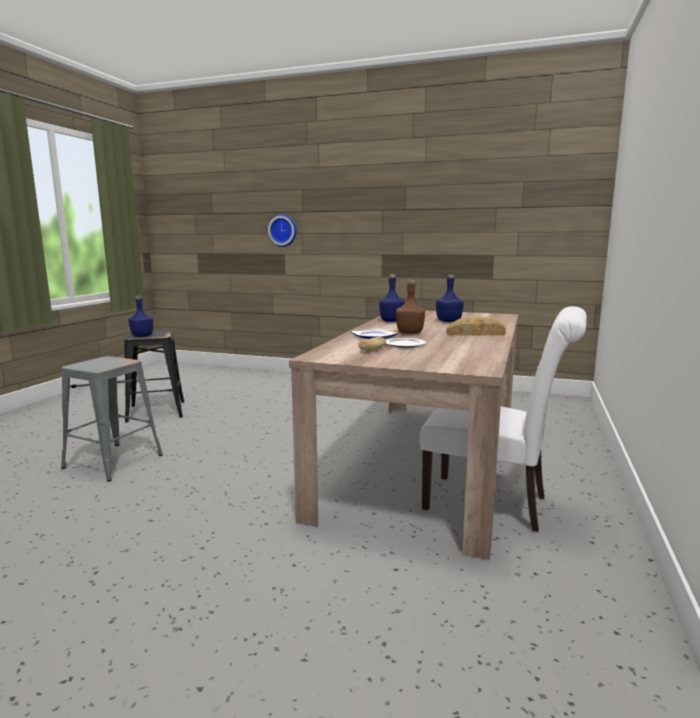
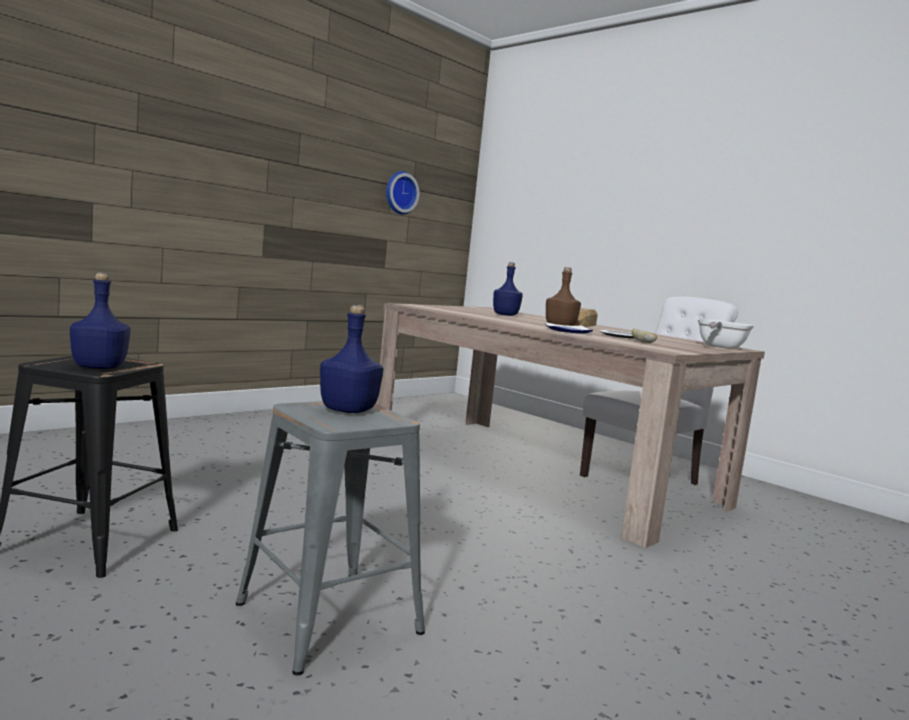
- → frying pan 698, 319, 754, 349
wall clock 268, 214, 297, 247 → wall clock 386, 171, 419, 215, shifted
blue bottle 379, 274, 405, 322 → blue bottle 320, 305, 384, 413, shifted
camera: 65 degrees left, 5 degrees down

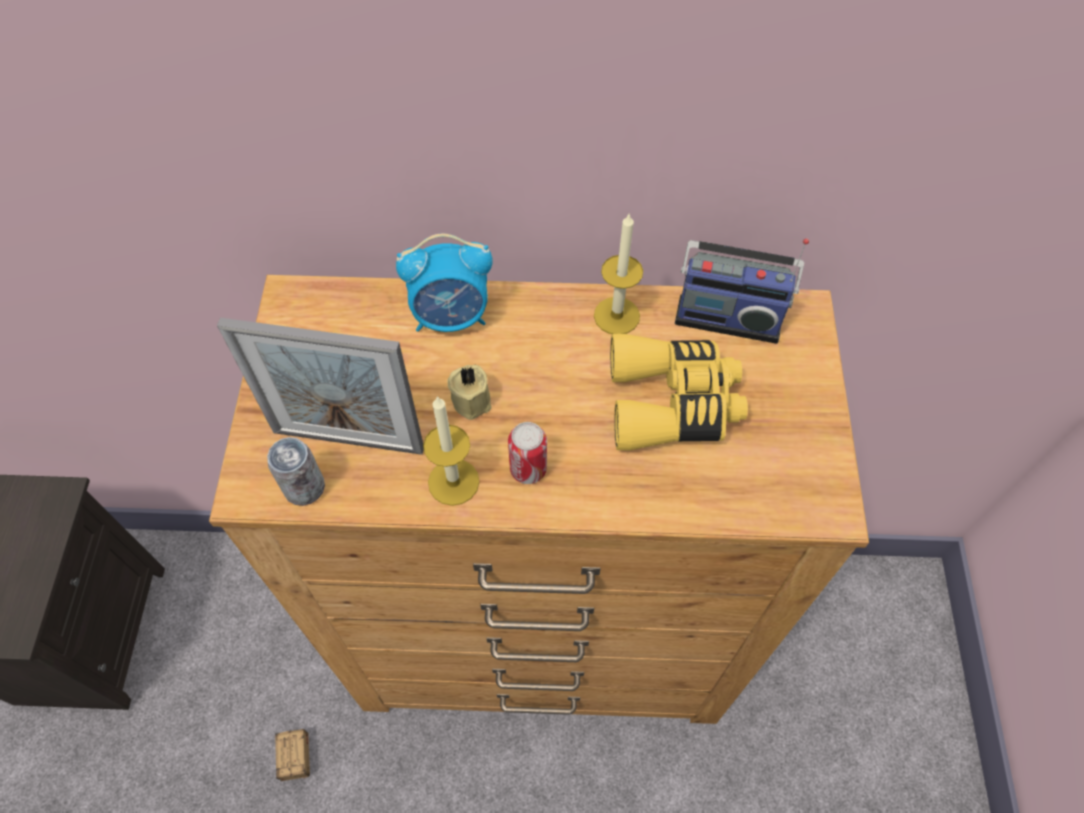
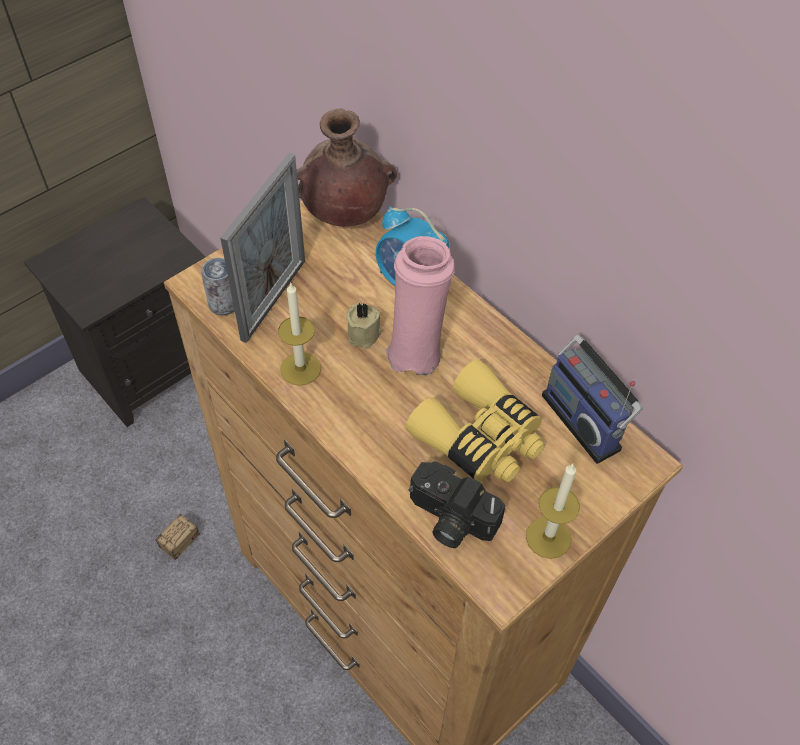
can 508, 422, 547, 484 → -
- → brown vase 297, 108, 397, 227
- → pink vase 385, 236, 455, 375
- → photo camera 408, 462, 506, 548
candle 594, 214, 643, 334 → candle 526, 464, 580, 559, shifted
picture frame 217, 318, 424, 455 → picture frame 220, 153, 305, 343, 120 degrees counterclockwise
camera: 45 degrees right, 5 degrees down

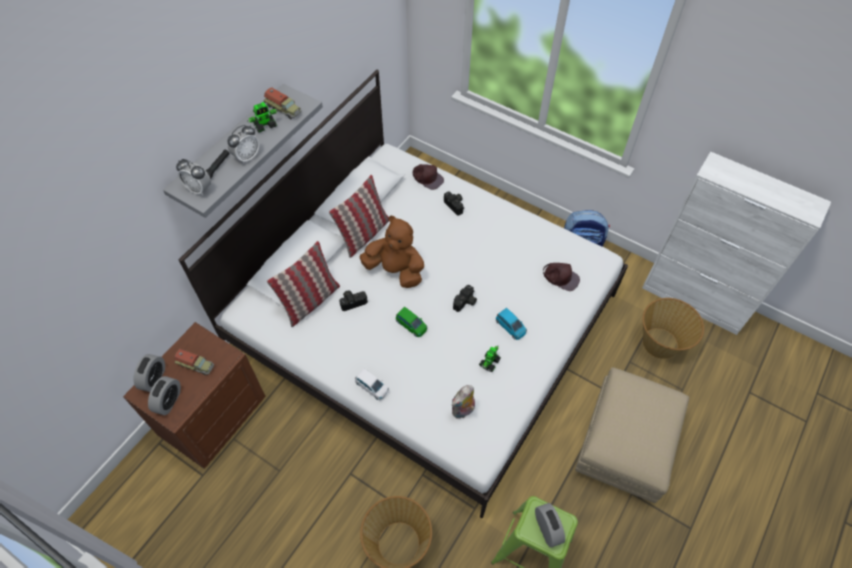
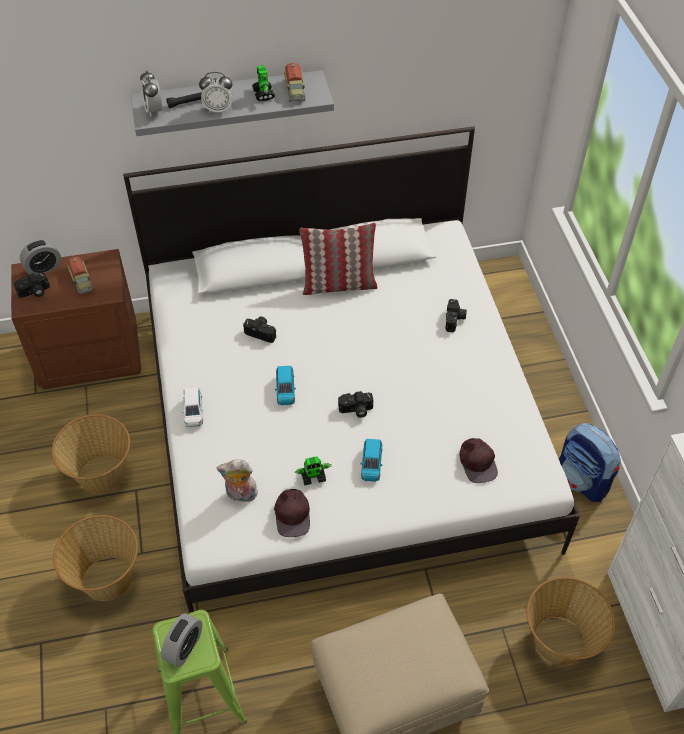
pillow 267, 241, 340, 327 → -
brown plush toy 359, 216, 424, 288 → -
- → basket 51, 414, 130, 494
brown cap 413, 164, 444, 190 → brown cap 274, 489, 310, 537, shifted
alarm clock 148, 376, 181, 415 → photo camera 14, 273, 50, 298
green toy car 396, 307, 427, 337 → blue toy car 275, 366, 296, 405
toy robot 247, 102, 278, 133 → toy robot 252, 66, 275, 101, 60 degrees clockwise
camera: 45 degrees right, 5 degrees down

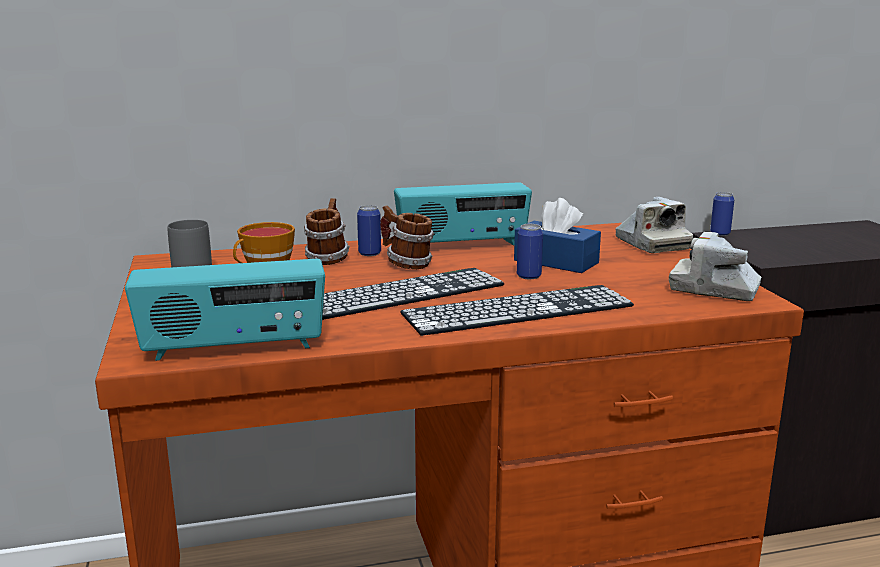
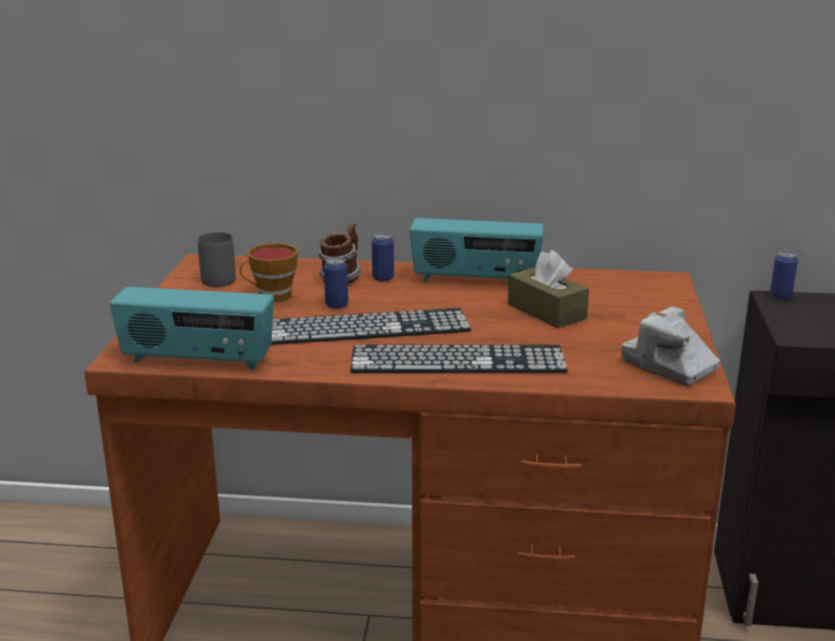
mug 380, 205, 434, 269 → -
photo camera 616, 197, 693, 253 → -
can 517, 224, 543, 279 → can 324, 257, 348, 309, shifted
blue tissue box 514, 198, 601, 273 → brown tissue box 508, 250, 589, 328
camera: 20 degrees right, 5 degrees up

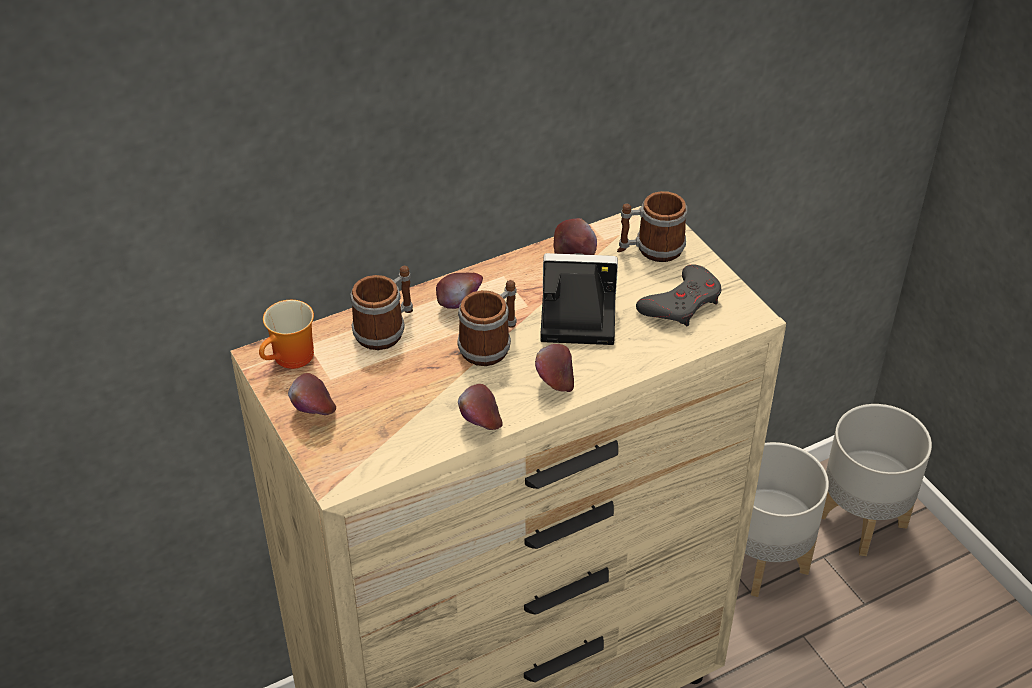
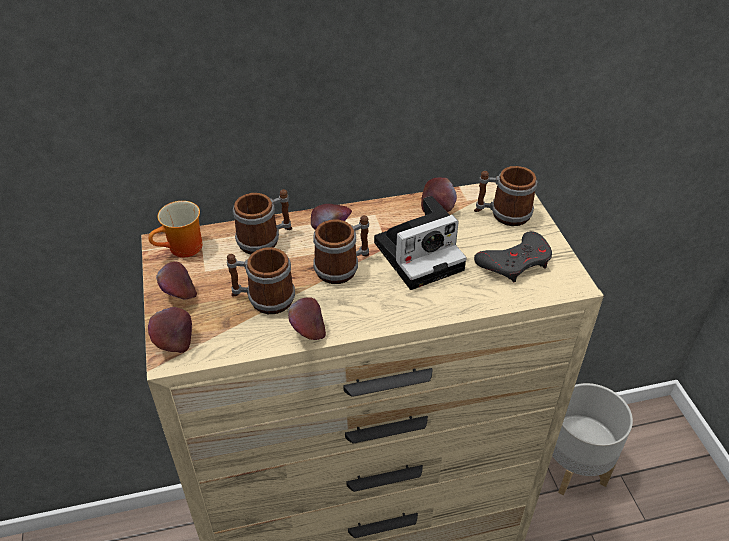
grey planter 821, 404, 932, 556 → -
- → mug 227, 247, 295, 314
apple 535, 344, 574, 392 → apple 148, 307, 192, 353, shifted
photo camera 540, 253, 618, 345 → photo camera 374, 196, 467, 290, 135 degrees clockwise
camera: 15 degrees right, 0 degrees up

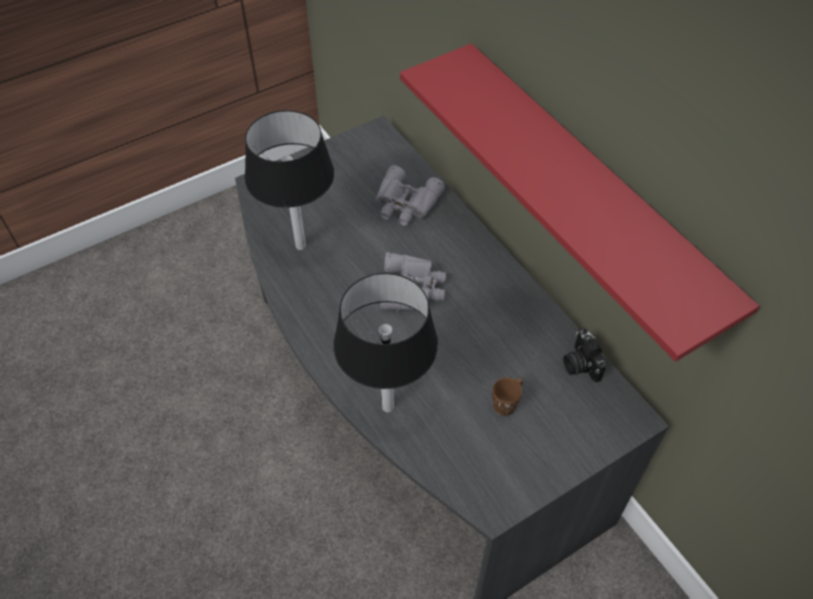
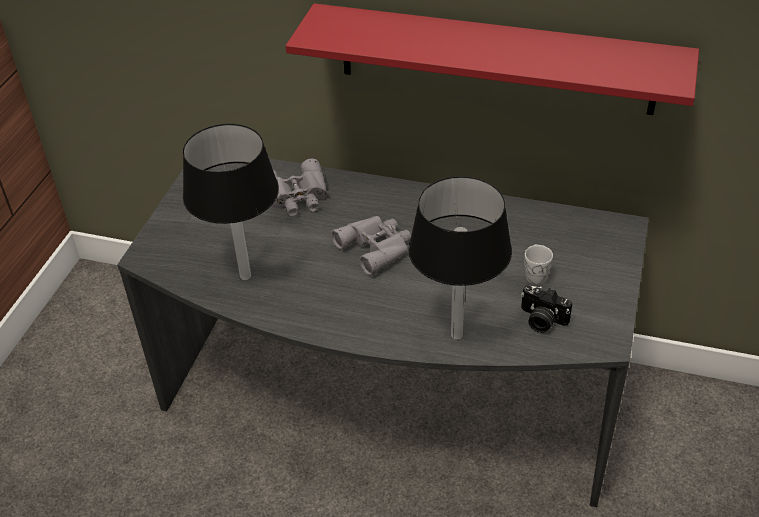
photo camera 563, 328, 607, 382 → photo camera 521, 285, 572, 333, shifted
brown mug 492, 377, 523, 416 → white mug 524, 245, 553, 285
camera: 40 degrees left, 10 degrees down

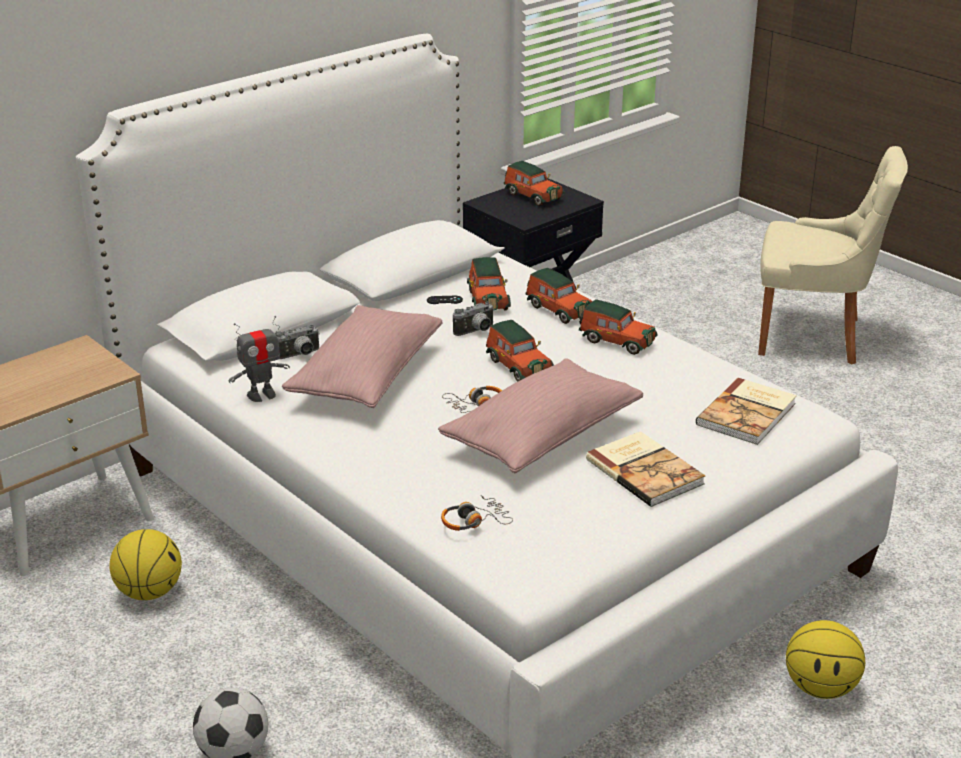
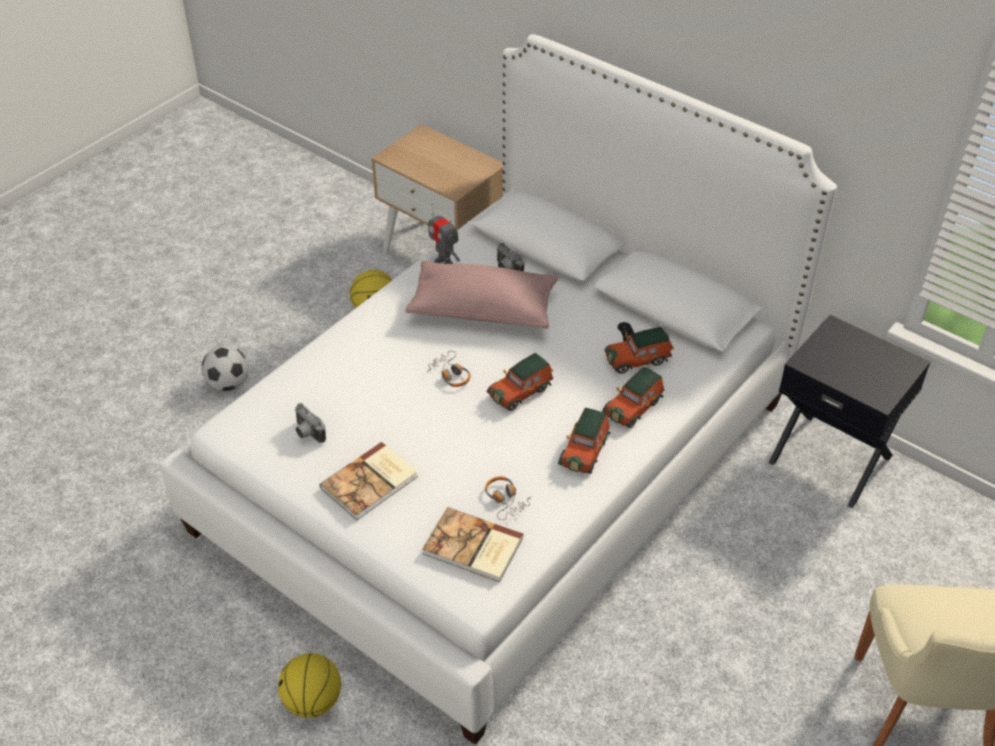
pink pillow 438, 358, 643, 473 → -
toy car 504, 161, 565, 206 → -
headphones 441, 495, 513, 531 → headphones 485, 476, 531, 520, shifted
photo camera 453, 302, 494, 336 → photo camera 295, 403, 326, 443, shifted
camera: 80 degrees right, 15 degrees up

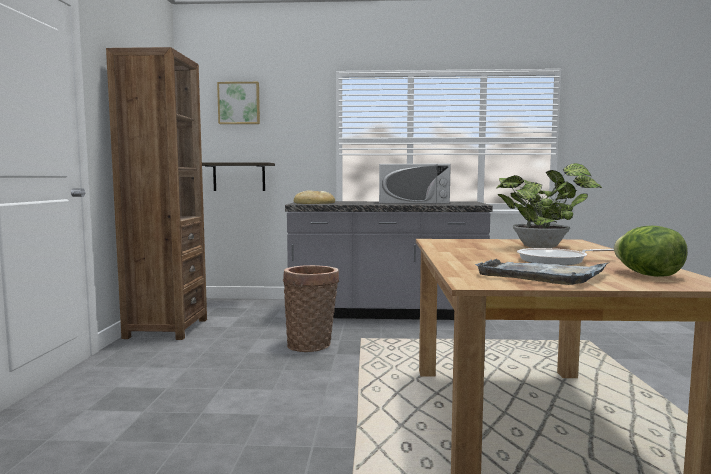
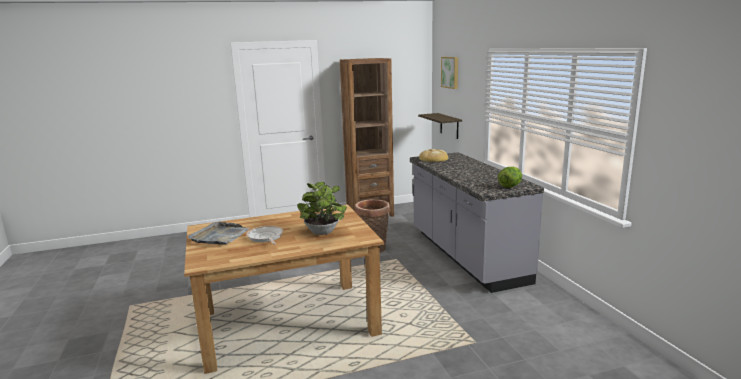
white microwave 379, 164, 451, 204 → -
lettuce 614, 226, 688, 277 → lettuce 498, 167, 522, 188, shifted
camera: 70 degrees right, 10 degrees up

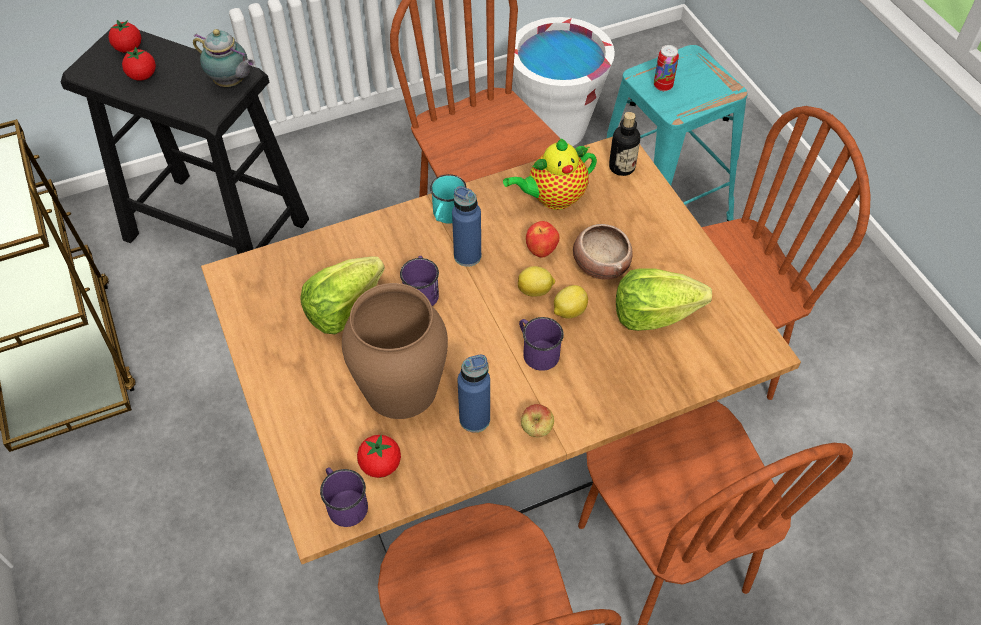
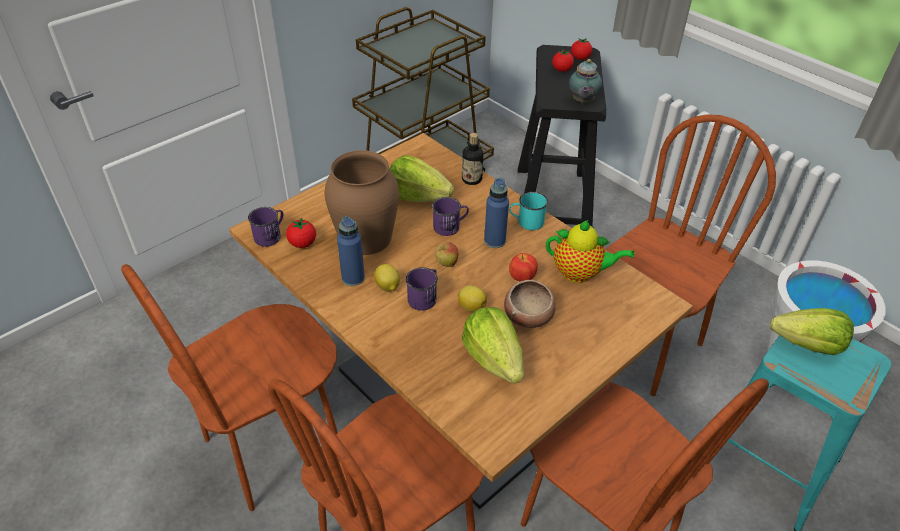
lemon 518, 266, 555, 297 → lemon 374, 264, 400, 292, shifted
apple 521, 404, 554, 438 → apple 435, 242, 458, 267, shifted
bottle 609, 112, 640, 176 → bottle 462, 133, 483, 185, shifted
can 654, 45, 679, 91 → lettuce 770, 308, 854, 355
teapot 503, 139, 597, 210 → teapot 546, 220, 634, 283, 150 degrees clockwise
camera: 70 degrees right, 10 degrees down

